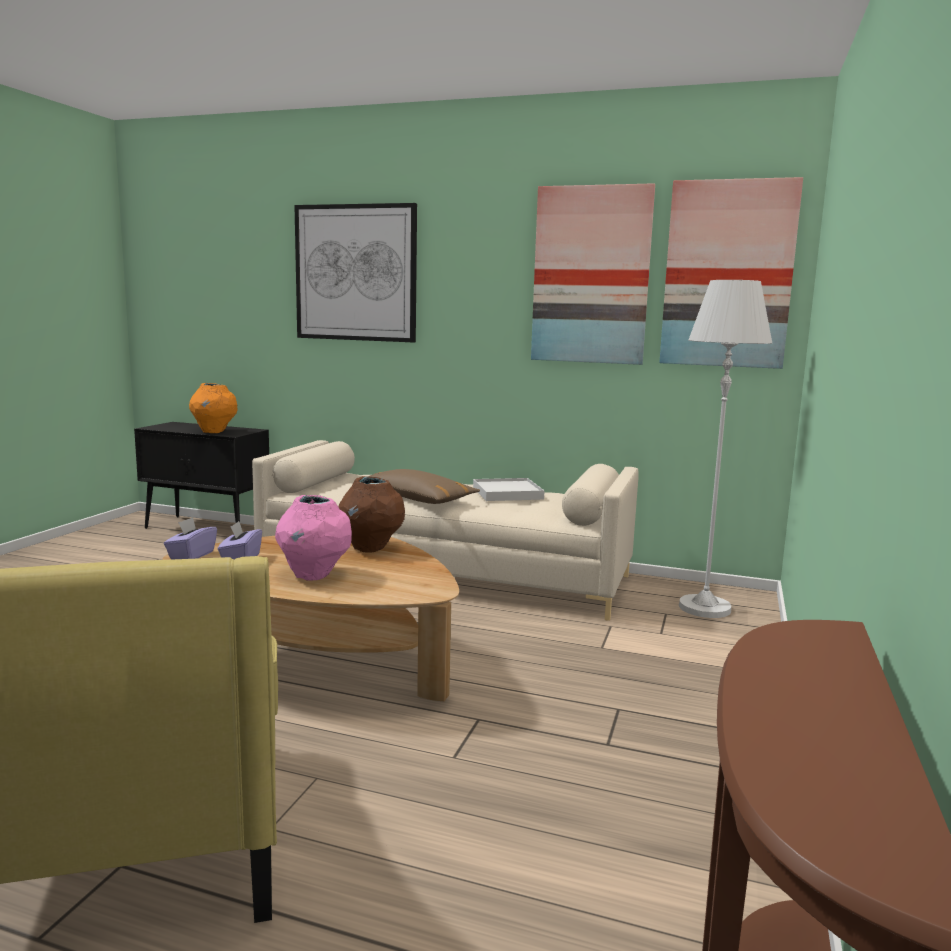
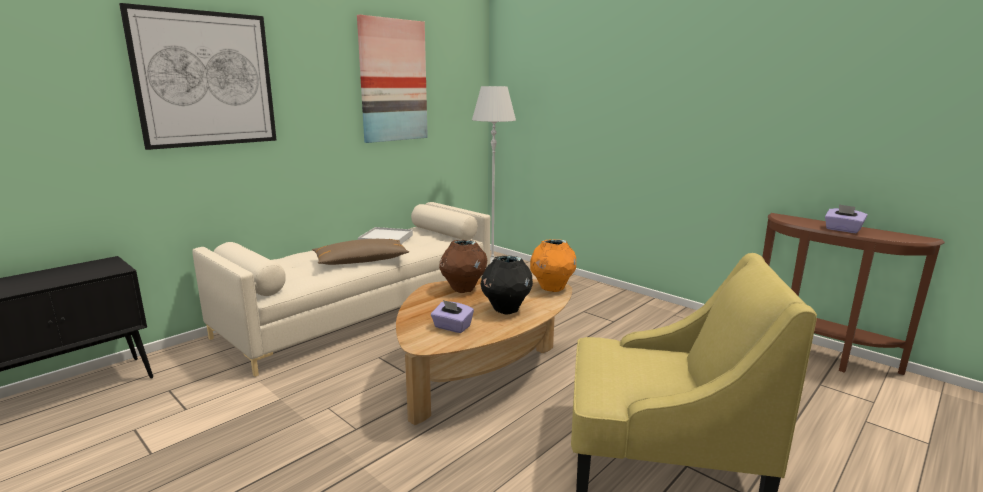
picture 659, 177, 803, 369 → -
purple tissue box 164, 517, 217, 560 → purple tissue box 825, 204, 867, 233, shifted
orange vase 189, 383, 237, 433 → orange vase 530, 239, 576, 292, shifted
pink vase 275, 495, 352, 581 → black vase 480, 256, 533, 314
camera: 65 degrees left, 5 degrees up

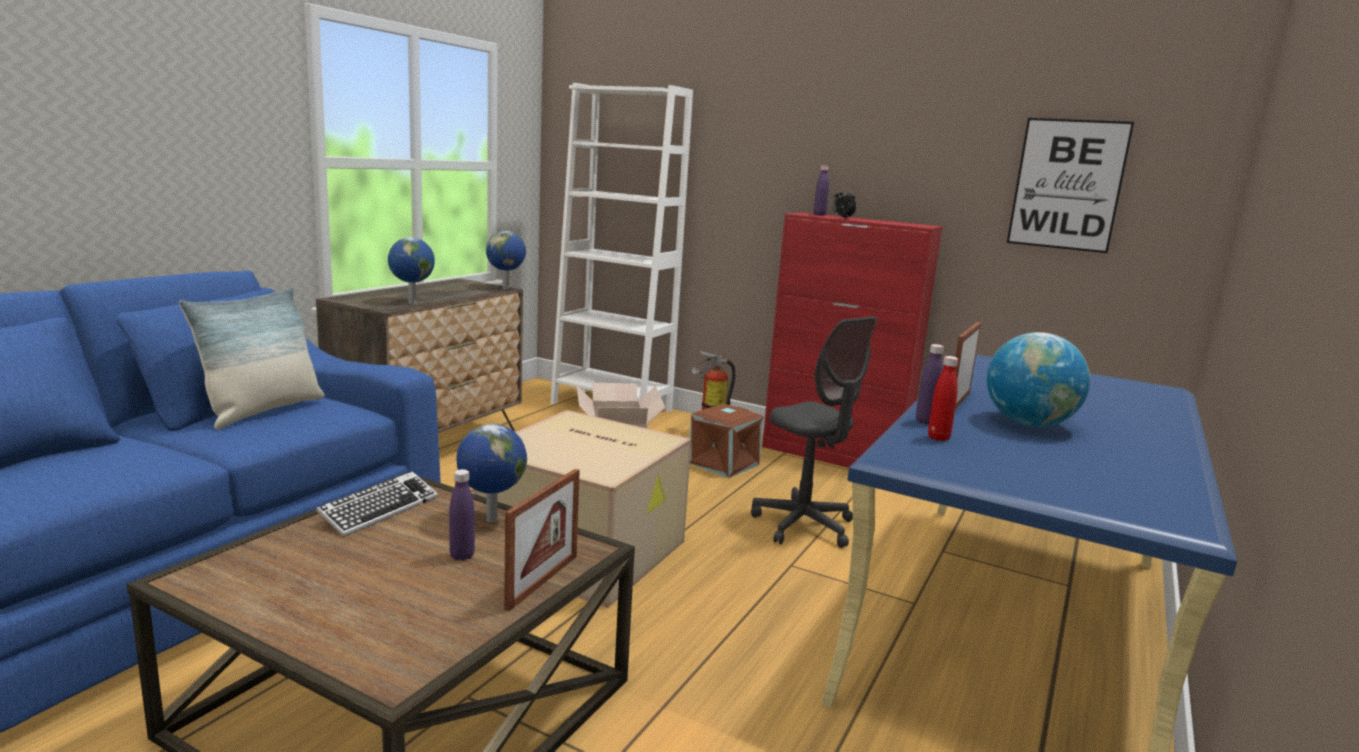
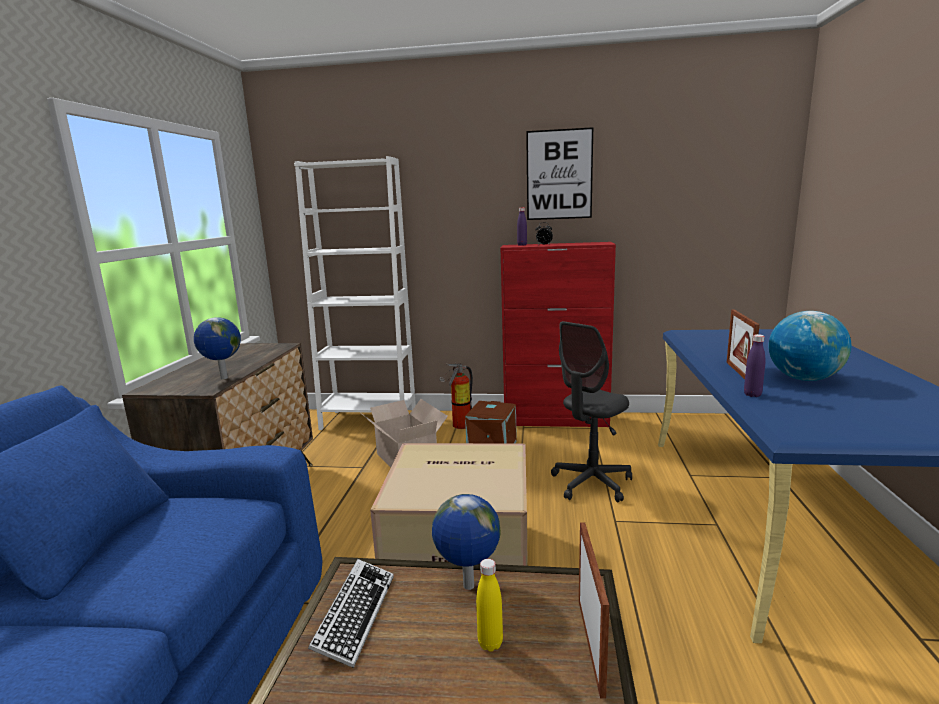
pillow 179, 287, 325, 430 → -
globe 486, 231, 526, 289 → -
red bottle 928, 356, 958, 441 → -
picture 1007, 118, 1134, 253 → picture 526, 127, 593, 220, shifted
purple bottle 449, 469, 475, 561 → yellow bottle 476, 559, 503, 652
grey office chair 751, 316, 877, 548 → grey office chair 551, 321, 632, 502, 105 degrees clockwise
camera: 20 degrees left, 0 degrees up

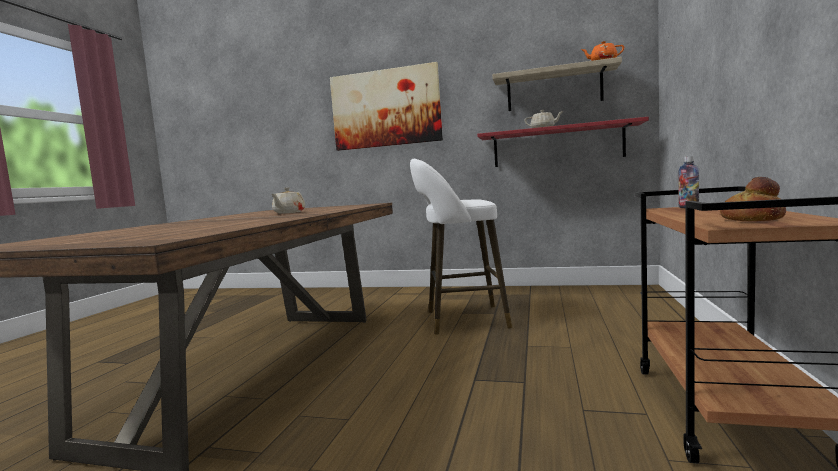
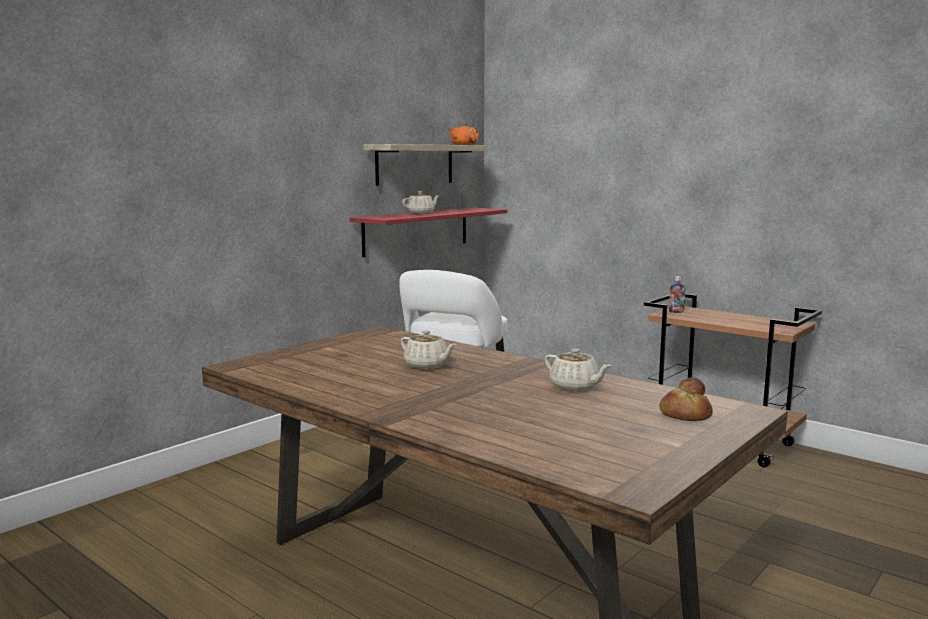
picture 330, 62, 443, 151 → -
- → beige teapot 545, 348, 611, 392
bread 720, 177, 786, 221 → bread 659, 377, 713, 421, shifted
camera: 65 degrees left, 5 degrees up

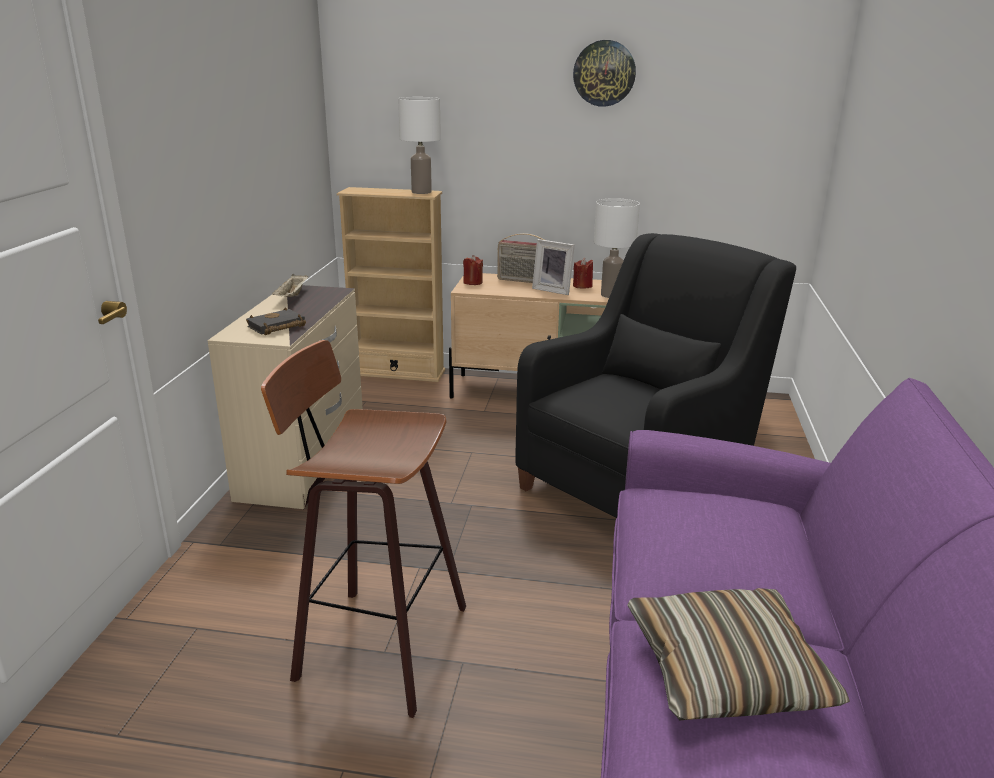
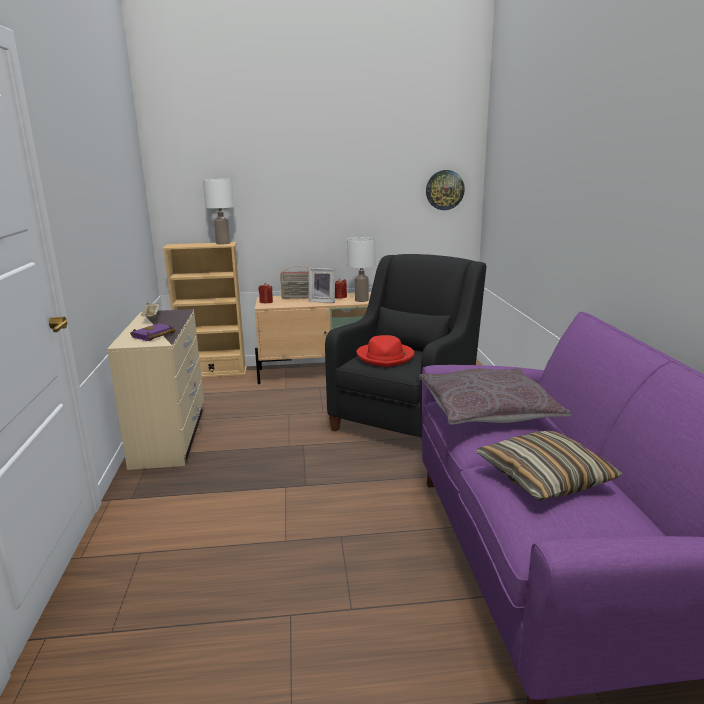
stool 261, 340, 466, 718 → -
- → red hat 356, 335, 415, 367
- → grey pillow 419, 368, 572, 424
wall clock 573, 40, 636, 107 → wall clock 426, 170, 465, 210, shifted
black book 246, 307, 306, 335 → purple book 130, 322, 176, 341
camera: 15 degrees left, 5 degrees down

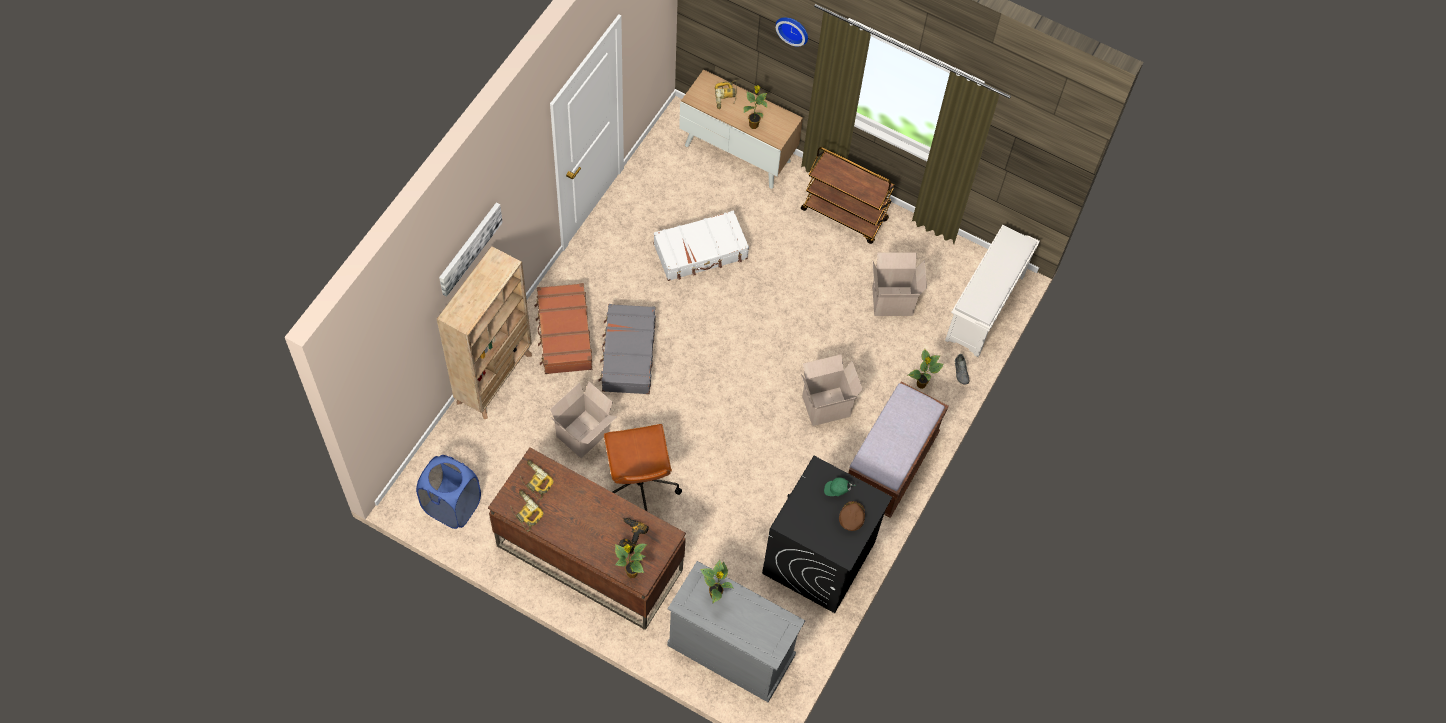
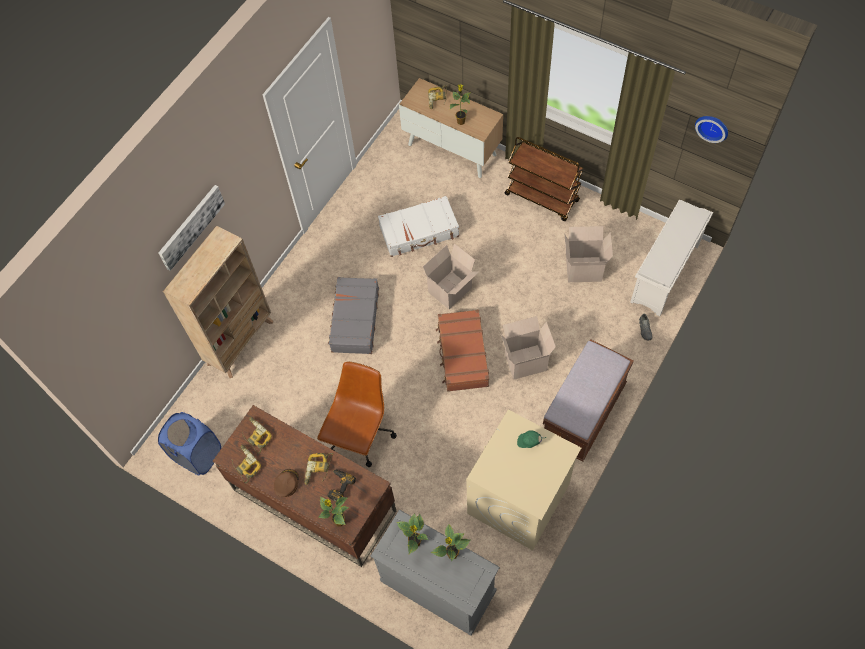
- → power drill 304, 453, 333, 485
brown suitcase 534, 283, 592, 374 → brown suitcase 436, 309, 489, 392, shifted
cardboard box 550, 381, 617, 458 → cardboard box 423, 243, 479, 309, shifted
wall clock 776, 17, 808, 47 → wall clock 695, 116, 728, 143, shifted
brown cap 839, 501, 865, 531 → brown cap 274, 469, 299, 497, shifted
potted plant 908, 349, 944, 389 → potted plant 431, 524, 471, 561, shifted
black washing machine 762, 456, 892, 613 → beige washing machine 466, 410, 581, 550
brown office chair 604, 424, 682, 512 → brown office chair 317, 362, 397, 467, 150 degrees counterclockwise
camera: 10 degrees right, 0 degrees up

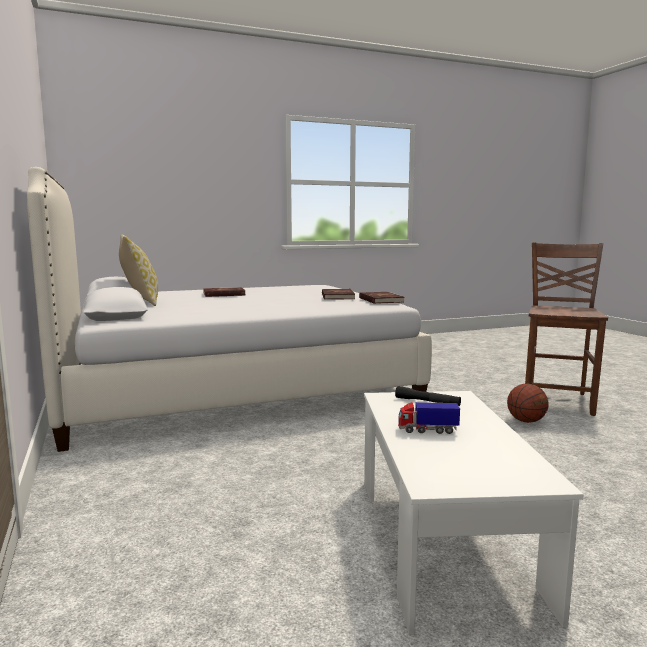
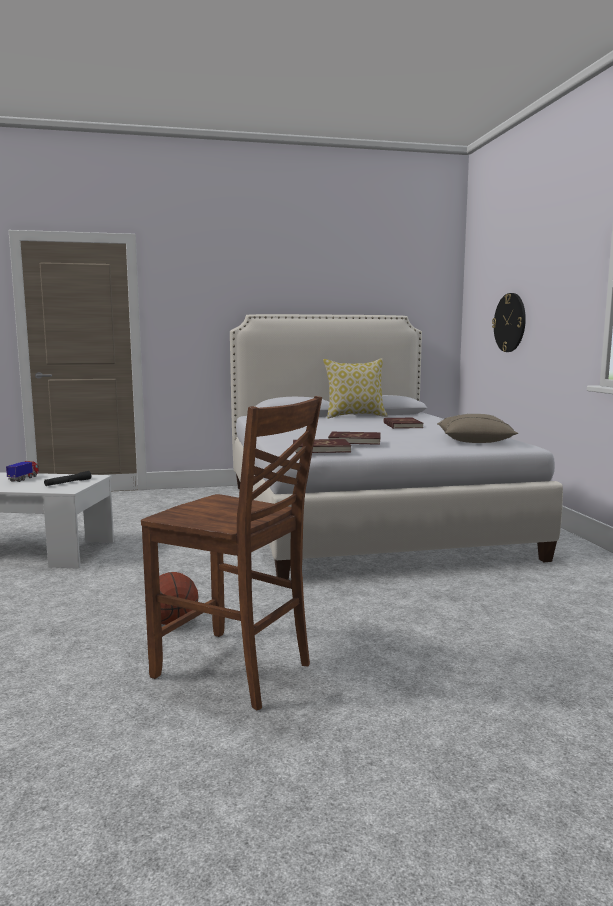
- → beige pillow 437, 414, 518, 443
- → wall clock 492, 293, 526, 352
camera: 100 degrees right, 0 degrees up

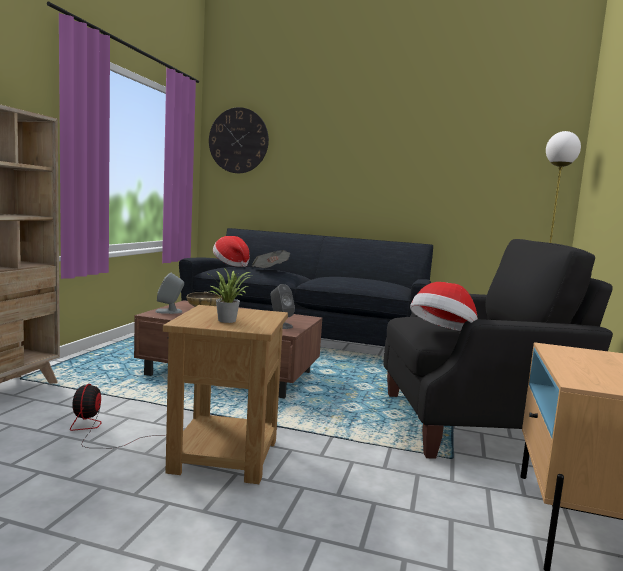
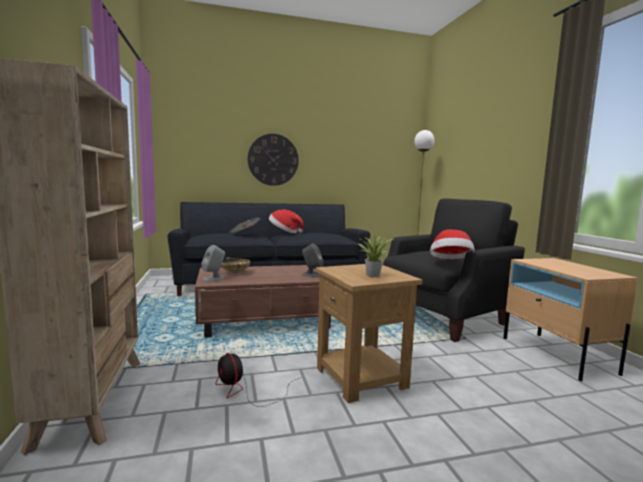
wall clock 209, 107, 269, 173 → wall clock 248, 134, 299, 186, shifted
hat 213, 236, 250, 267 → hat 269, 209, 304, 233, shifted
camera: 30 degrees left, 0 degrees up

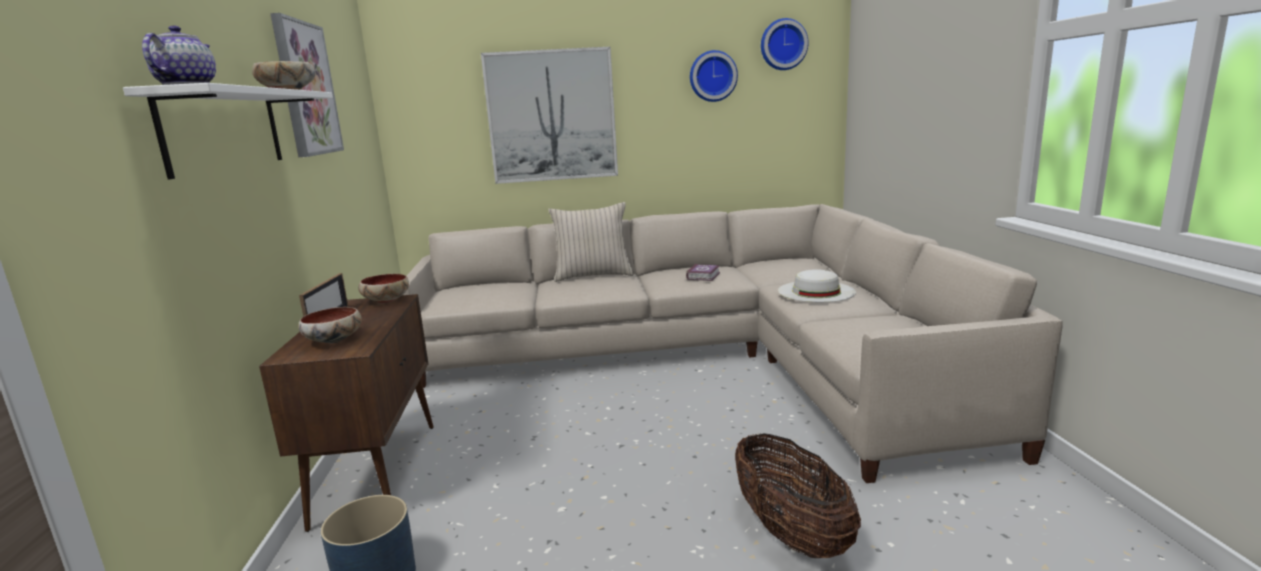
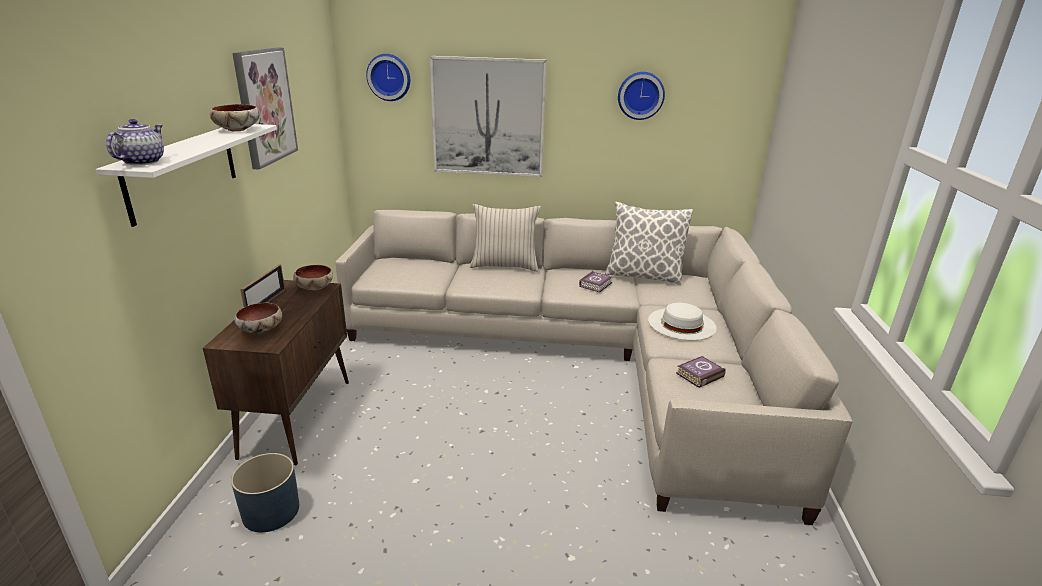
basket 735, 433, 861, 558 → -
- → pillow 605, 202, 693, 285
- → book 676, 356, 726, 388
wall clock 761, 18, 809, 70 → wall clock 366, 54, 410, 101, shifted
camera: 10 degrees right, 10 degrees up

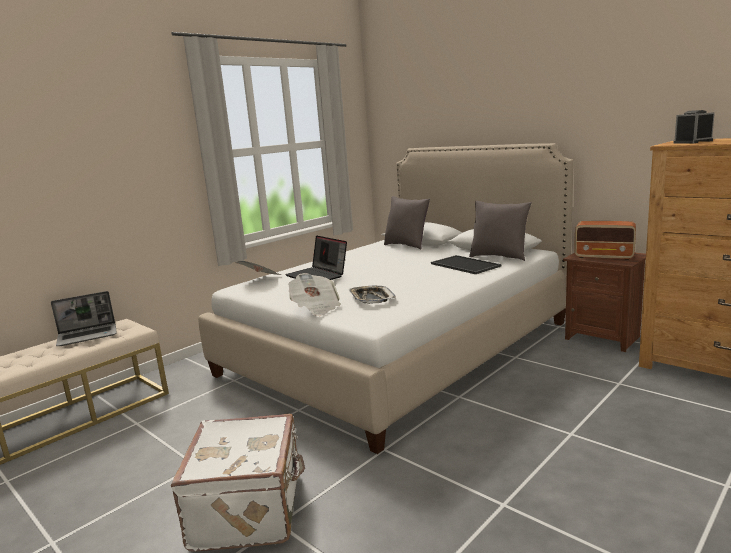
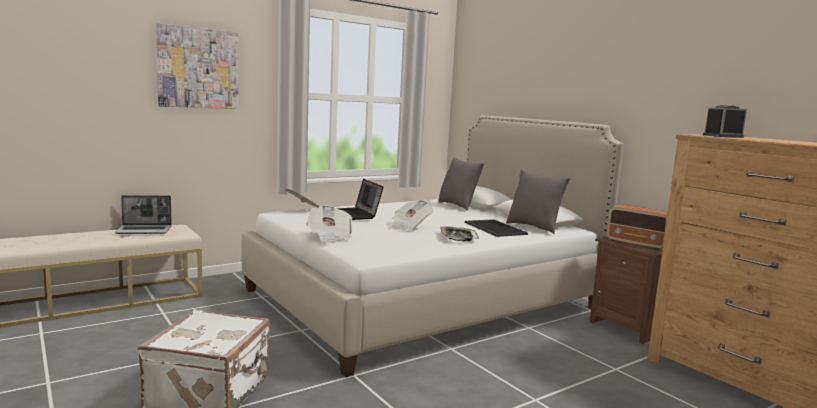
- → picture 156, 23, 238, 109
- → newspaper 389, 200, 433, 230
tray 349, 286, 396, 304 → tray 440, 226, 479, 241, shifted
camera: 10 degrees right, 5 degrees down

